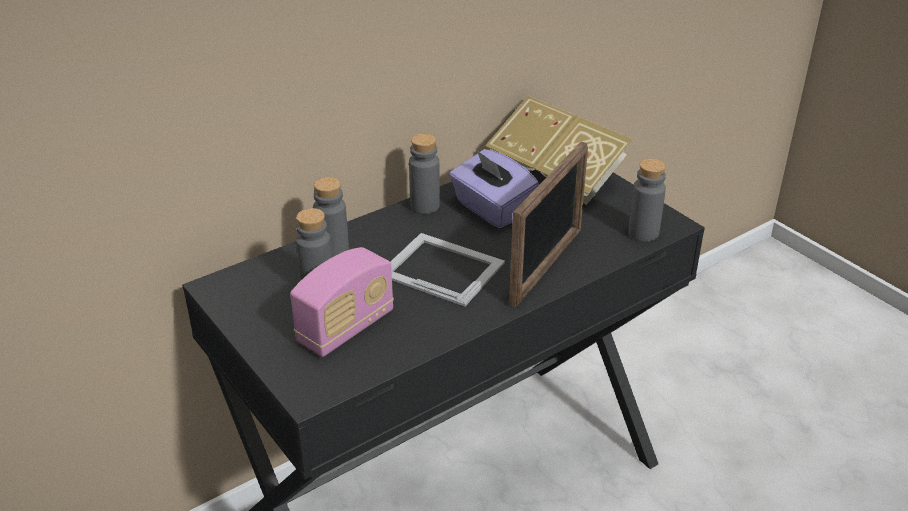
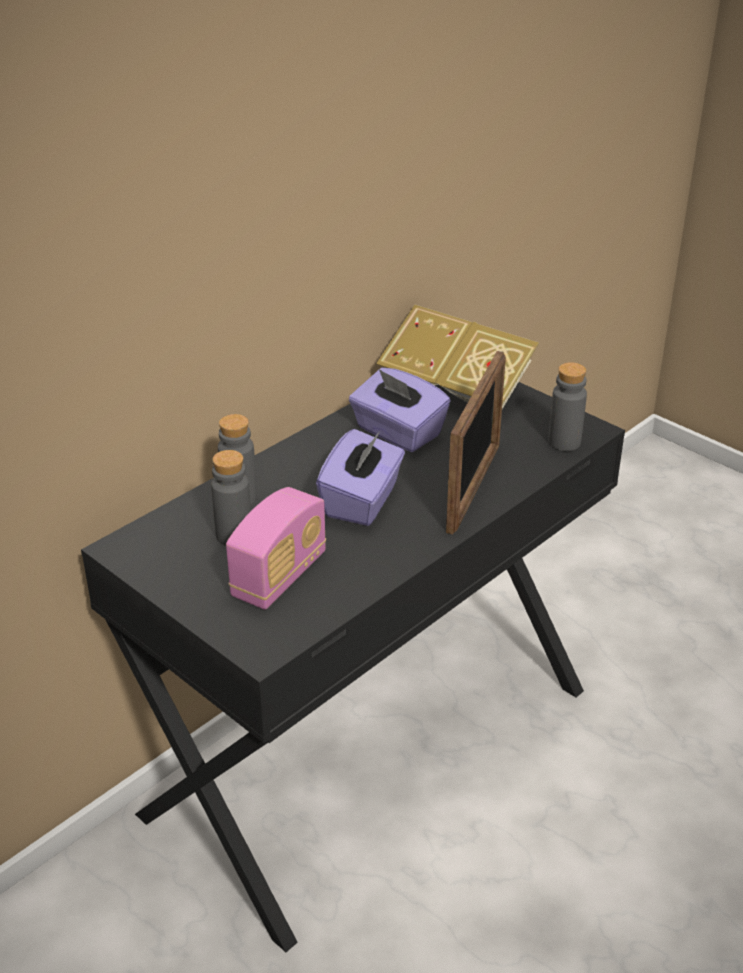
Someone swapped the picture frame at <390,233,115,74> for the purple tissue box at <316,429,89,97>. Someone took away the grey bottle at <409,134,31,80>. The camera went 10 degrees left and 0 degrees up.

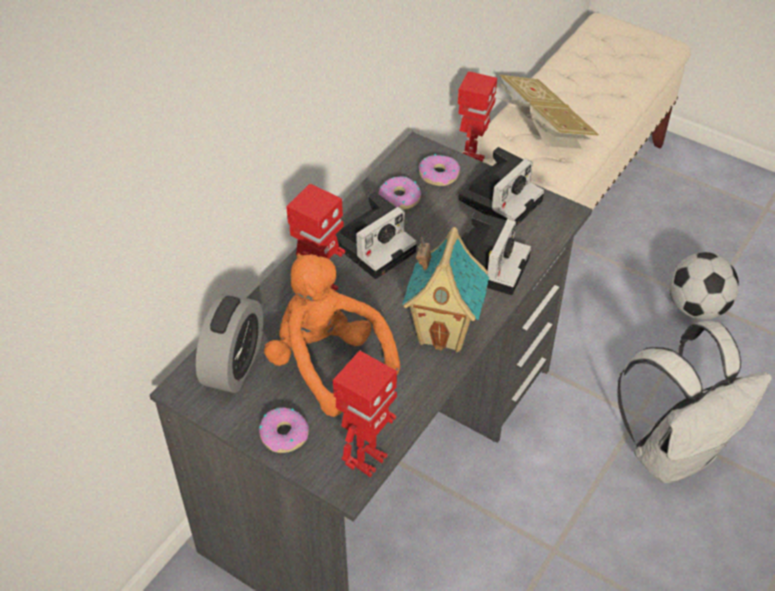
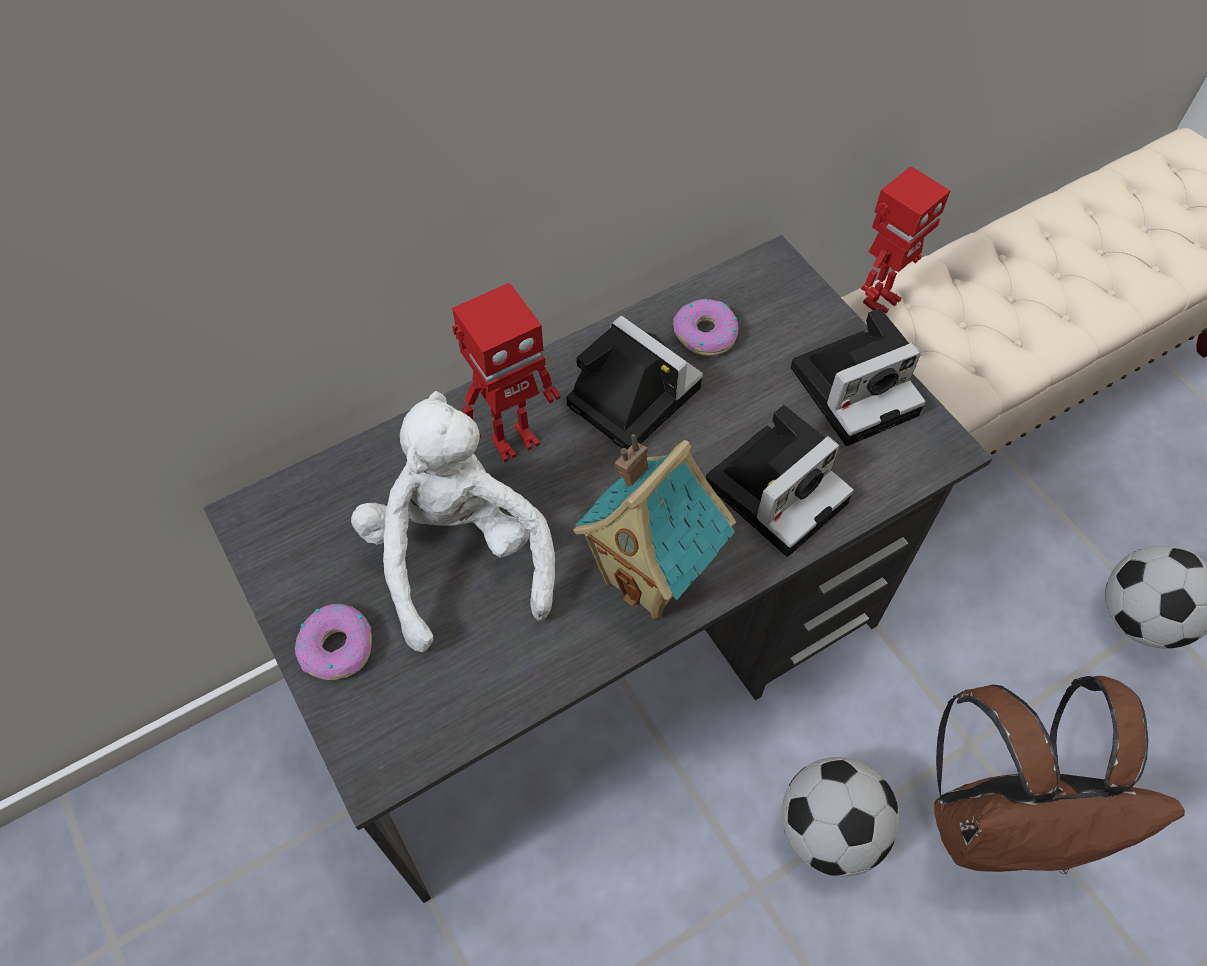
Someone repainted the orange plush toy at <264,253,136,164>, which became the white plush toy at <351,391,204,261>. Someone rotated the photo camera at <336,192,81,87> by 120 degrees counterclockwise. Someone put down the football at <782,757,117,120>. Someone repainted the white backpack at <617,321,155,162>, which became the brown backpack at <934,676,251,199>. Someone took away the alarm clock at <196,293,67,100>. Someone took away the toy robot at <333,350,64,127>. Someone took away the donut at <418,154,42,32>. Someone took away the book at <497,75,102,74>. The camera went 25 degrees right and 10 degrees up.

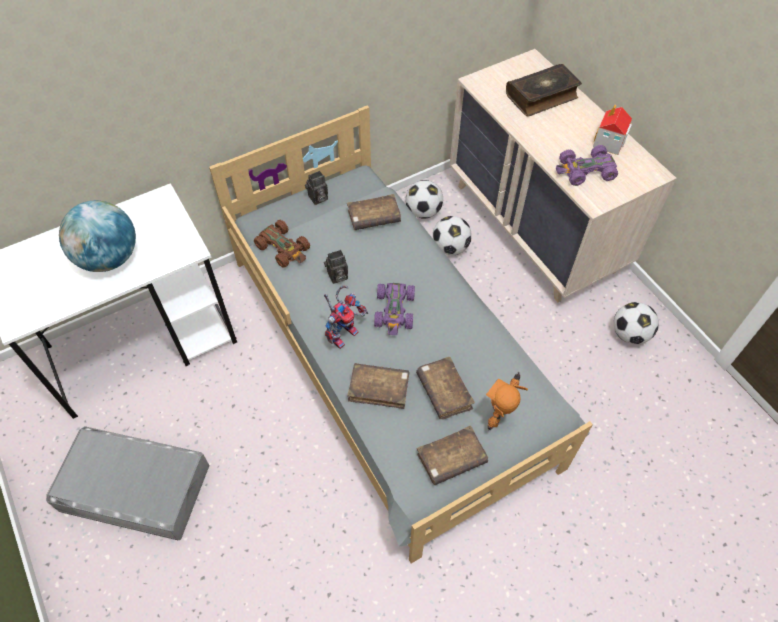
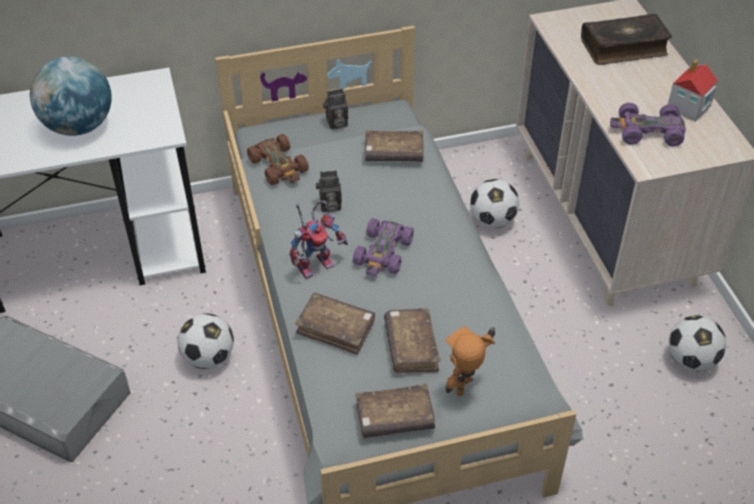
Someone carried the football from <406,180,37,39> to <177,313,57,56>. The camera went 15 degrees right and 10 degrees down.

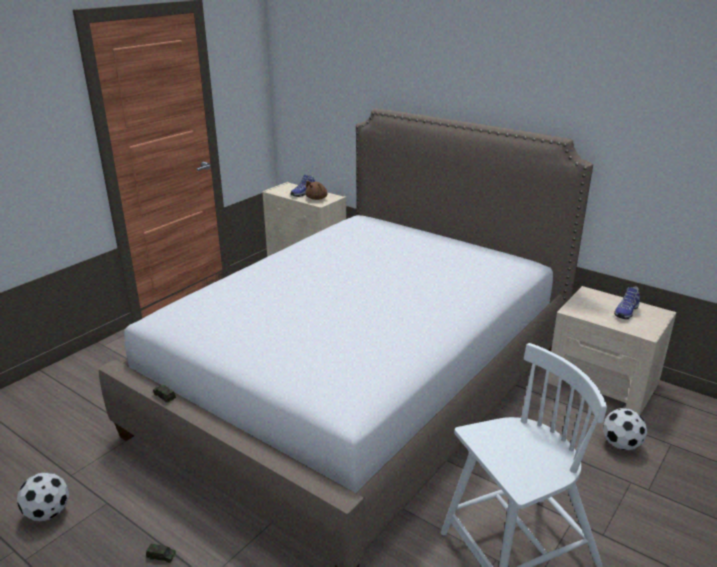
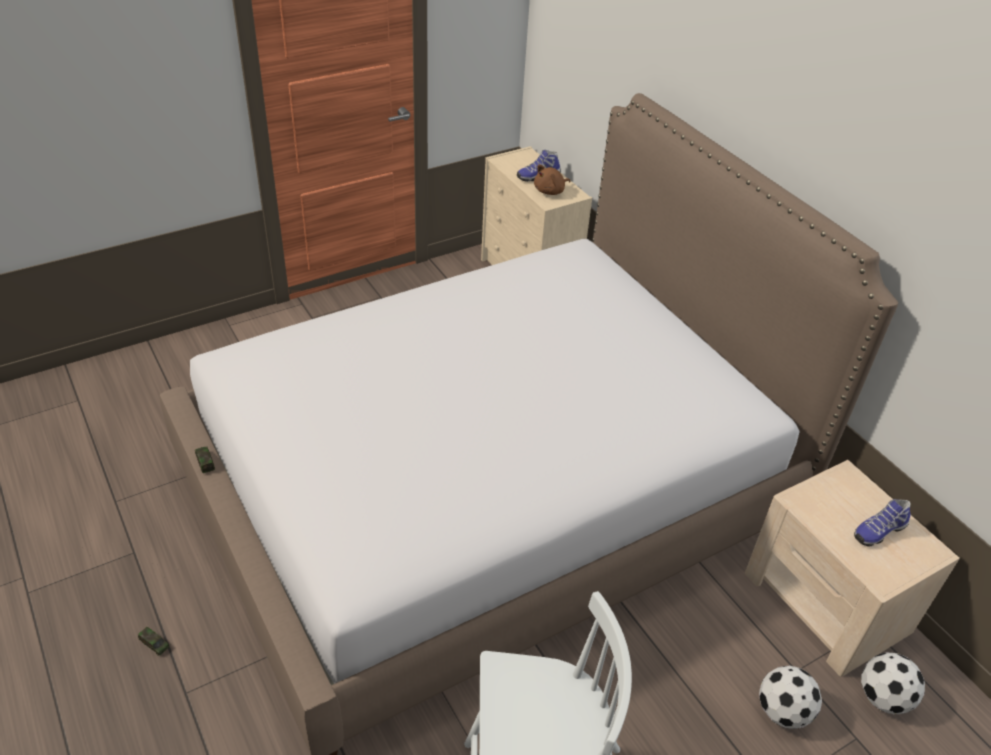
Someone carried the football from <17,472,52,49> to <861,653,64,61>. The camera went 20 degrees right and 15 degrees up.

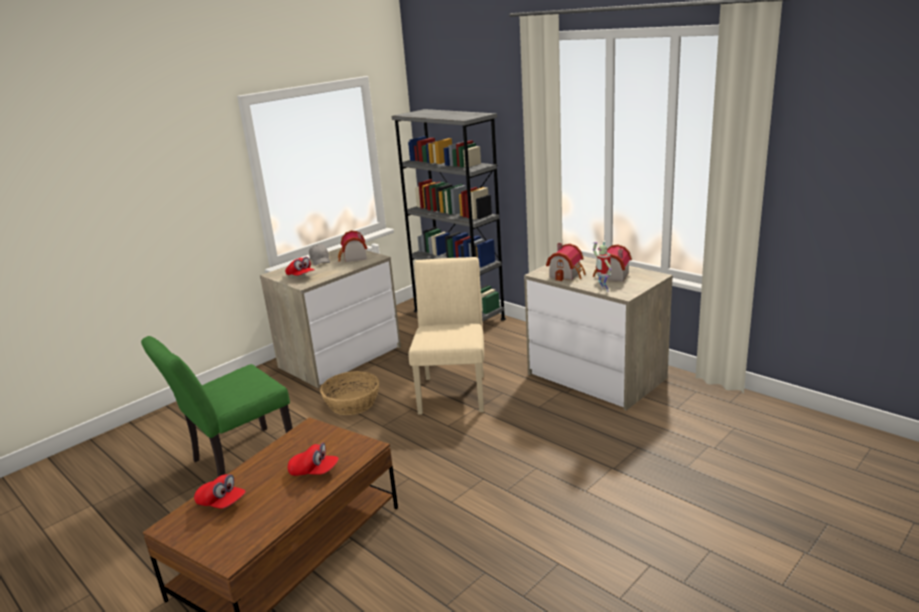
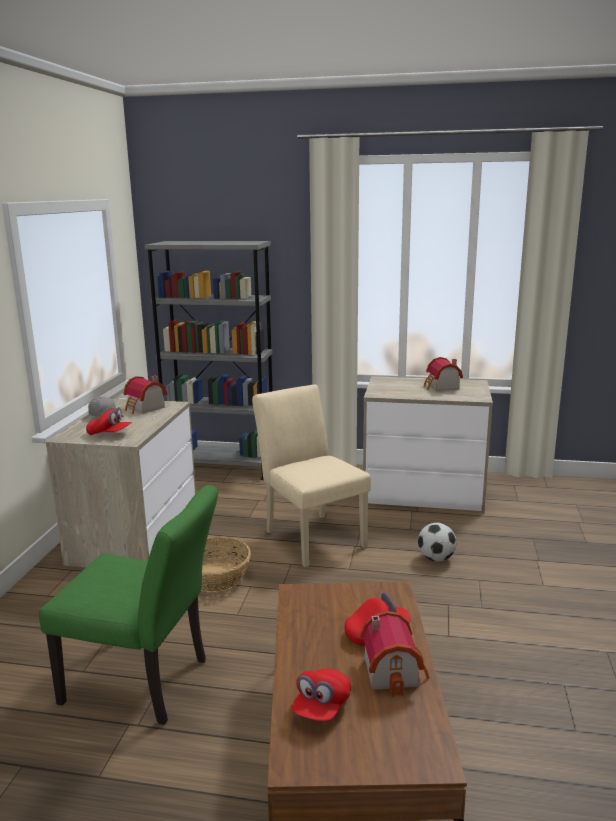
Someone rotated the green chair at <141,336,152,141> by 90 degrees counterclockwise. Someone rotated the red cap at <194,474,52,35> by 120 degrees clockwise. Someone carried the toy house from <546,243,40,38> to <361,611,69,86>. Someone put down the football at <418,523,39,39>. Someone took away the toy robot at <592,241,19,51>. The camera went 35 degrees left and 5 degrees down.

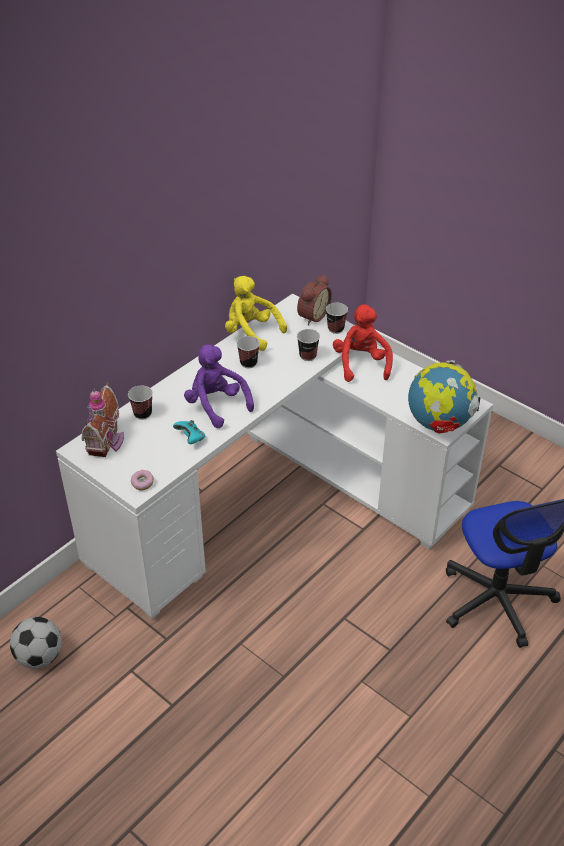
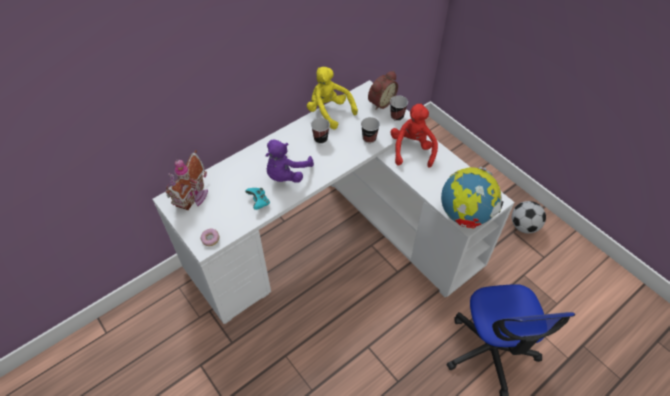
Someone rotated the purple plush toy at <184,344,70,84> by 120 degrees counterclockwise. Someone carried the football from <10,617,52,52> to <512,201,34,32>. Someone took away the cup at <128,385,25,35>. The camera went 10 degrees right and 10 degrees up.

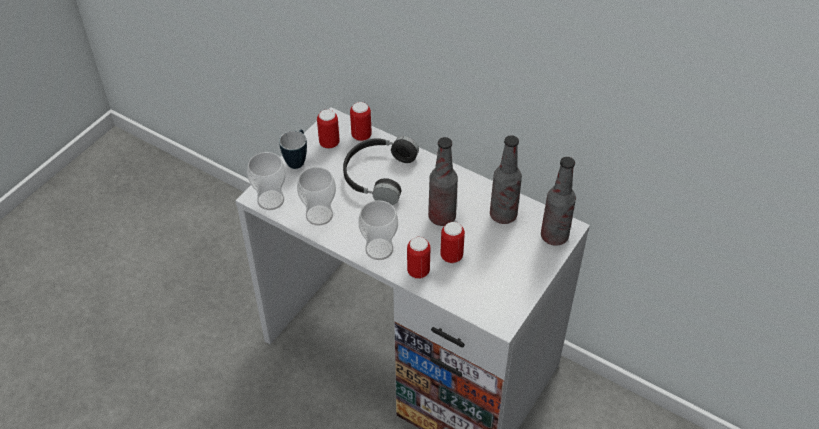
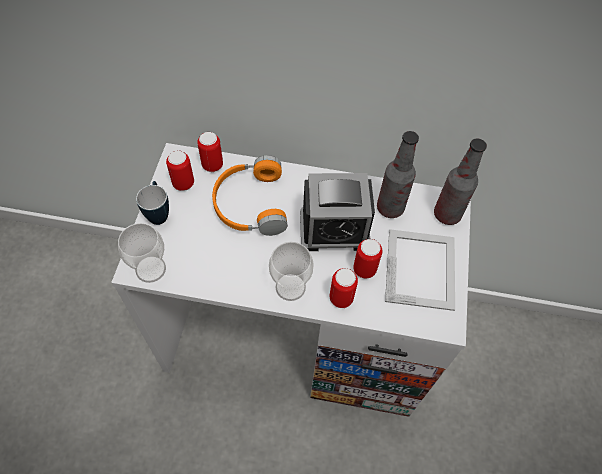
Someone repainted the black headphones at <343,136,76,69>, which became the orange headphones at <212,155,76,81>. Someone swapped the bottle at <428,137,30,89> for the alarm clock at <300,173,75,78>. Someone put down the picture frame at <385,229,70,82>. Someone took away the cup at <297,167,39,59>. The camera went 25 degrees left and 10 degrees up.

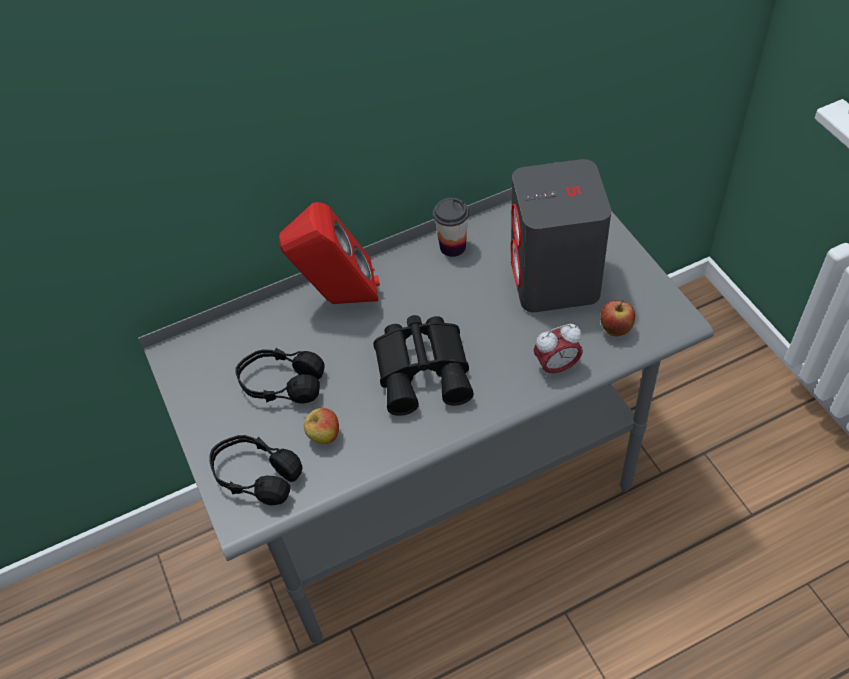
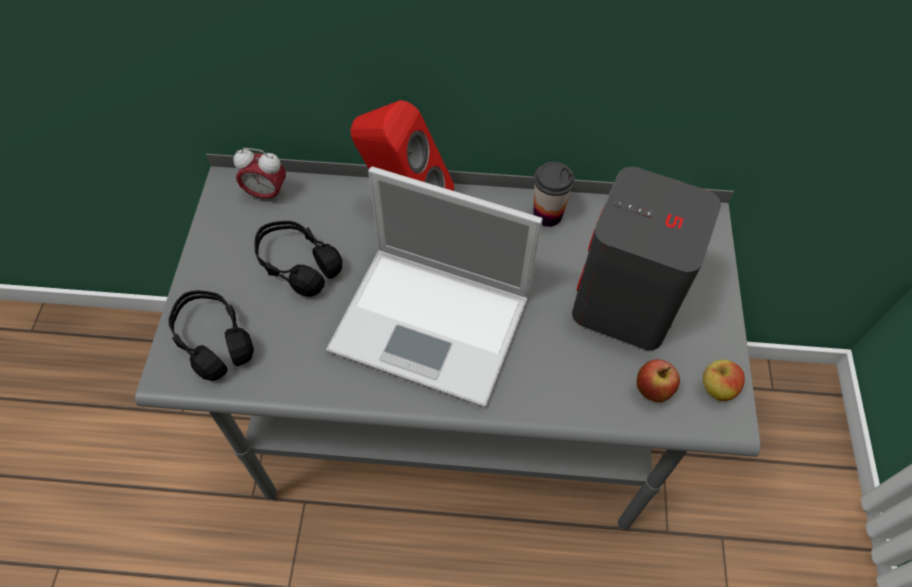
Someone carried the alarm clock from <534,324,49,54> to <233,148,53,54>. Someone swapped the black binoculars at <373,315,101,101> for the laptop at <326,166,217,241>. Someone carried the apple from <303,408,36,37> to <703,359,42,42>. The camera went 25 degrees right and 5 degrees up.

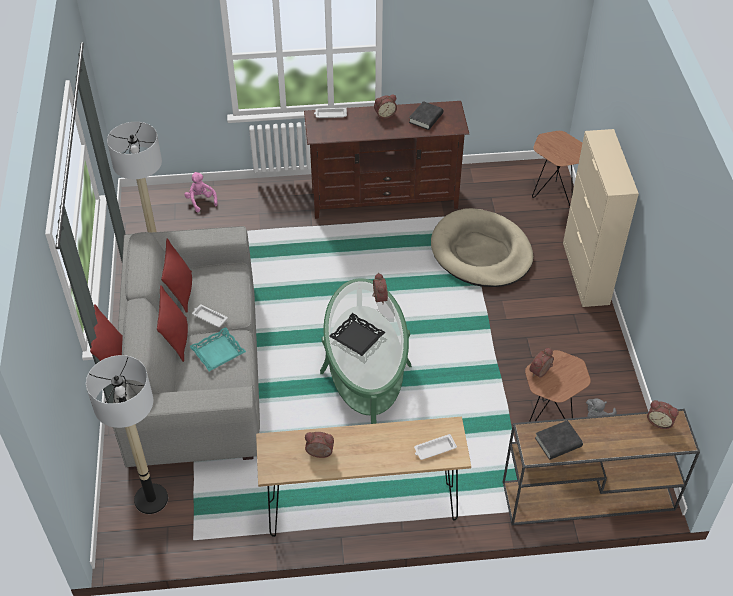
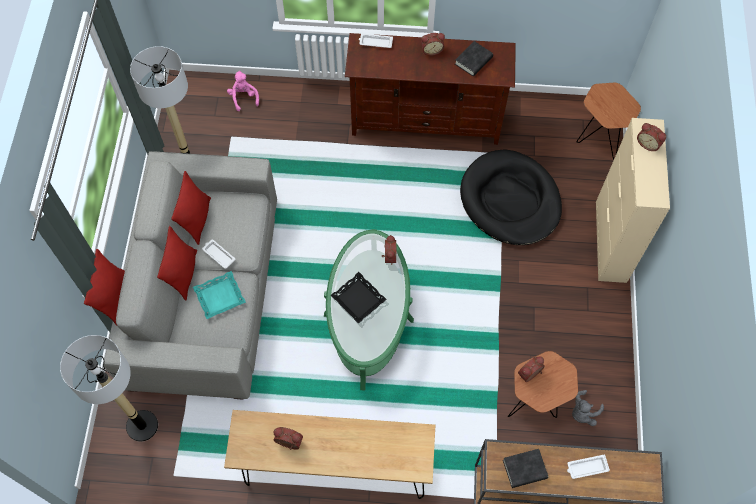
Someone repainted the beige dog bed at <431,208,102,79>, which became the black dog bed at <460,149,102,96>. Someone carried the white tray from <414,434,43,26> to <567,455,43,24>. Someone carried the alarm clock from <647,400,32,29> to <637,123,29,28>. The camera went 10 degrees right and 15 degrees up.

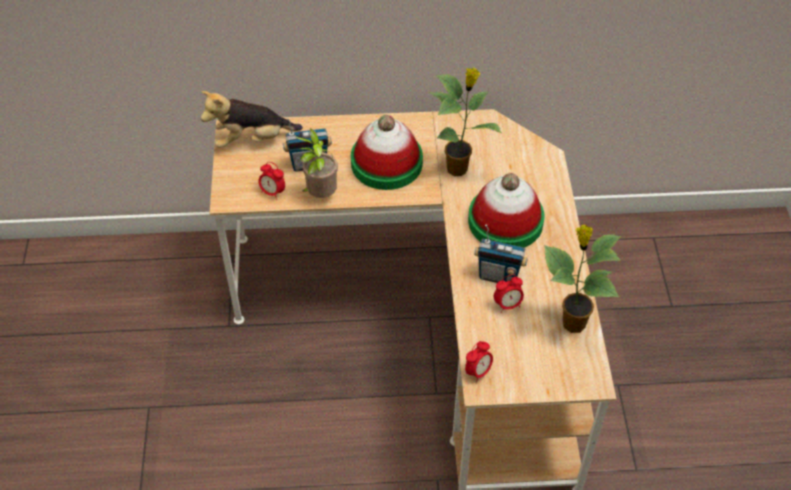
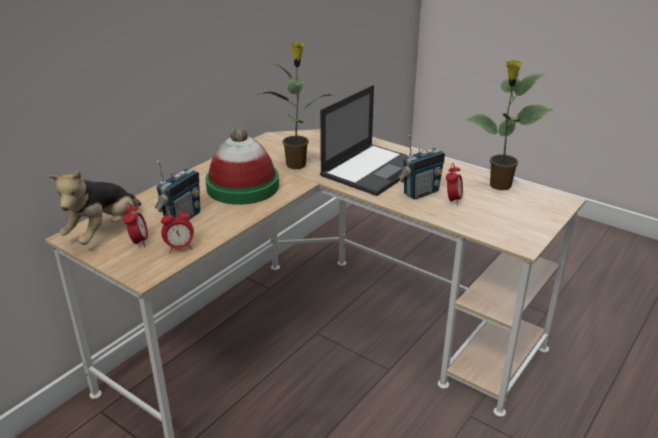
Someone carried the alarm clock from <465,341,28,42> to <123,202,25,45>. Someone swapped the hat at <468,173,77,75> for the laptop at <320,85,87,111>. Someone took away the potted plant at <294,129,44,69>. The camera went 50 degrees left and 20 degrees down.

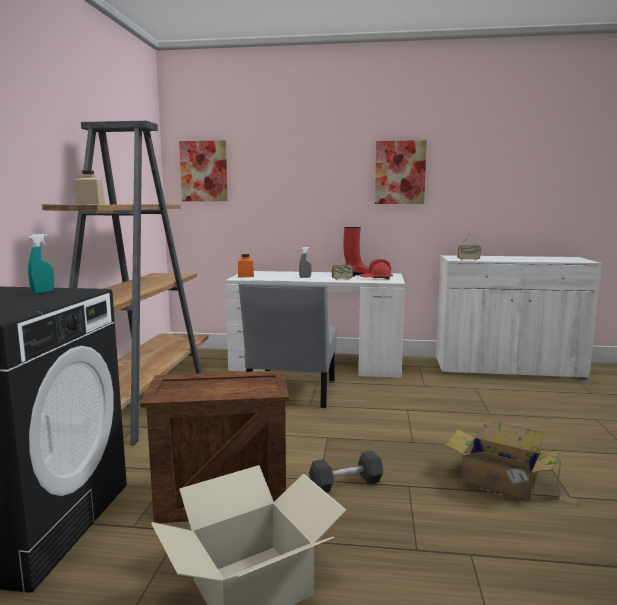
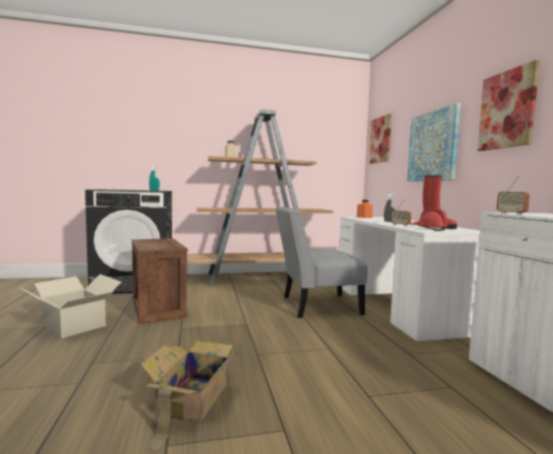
Someone put up the picture at <407,103,54,79>. Someone took away the grey dumbbell at <309,450,74,43>. The camera went 70 degrees right and 5 degrees down.

